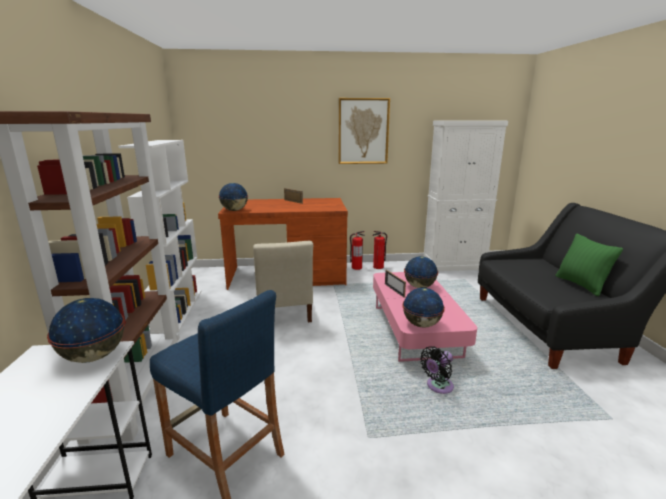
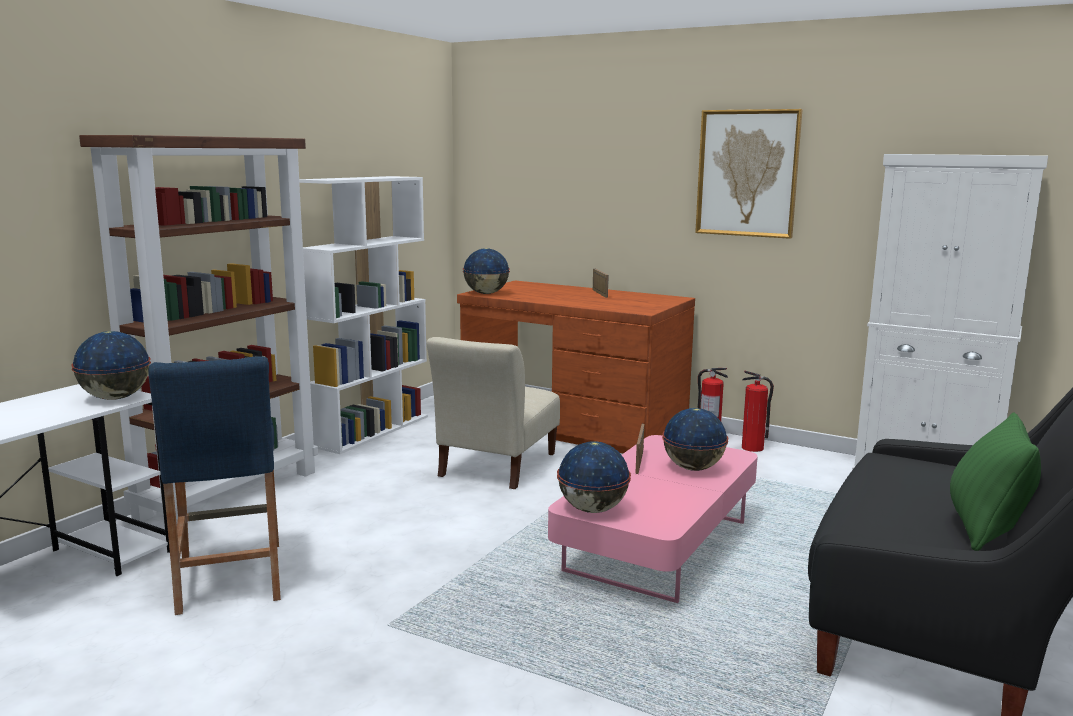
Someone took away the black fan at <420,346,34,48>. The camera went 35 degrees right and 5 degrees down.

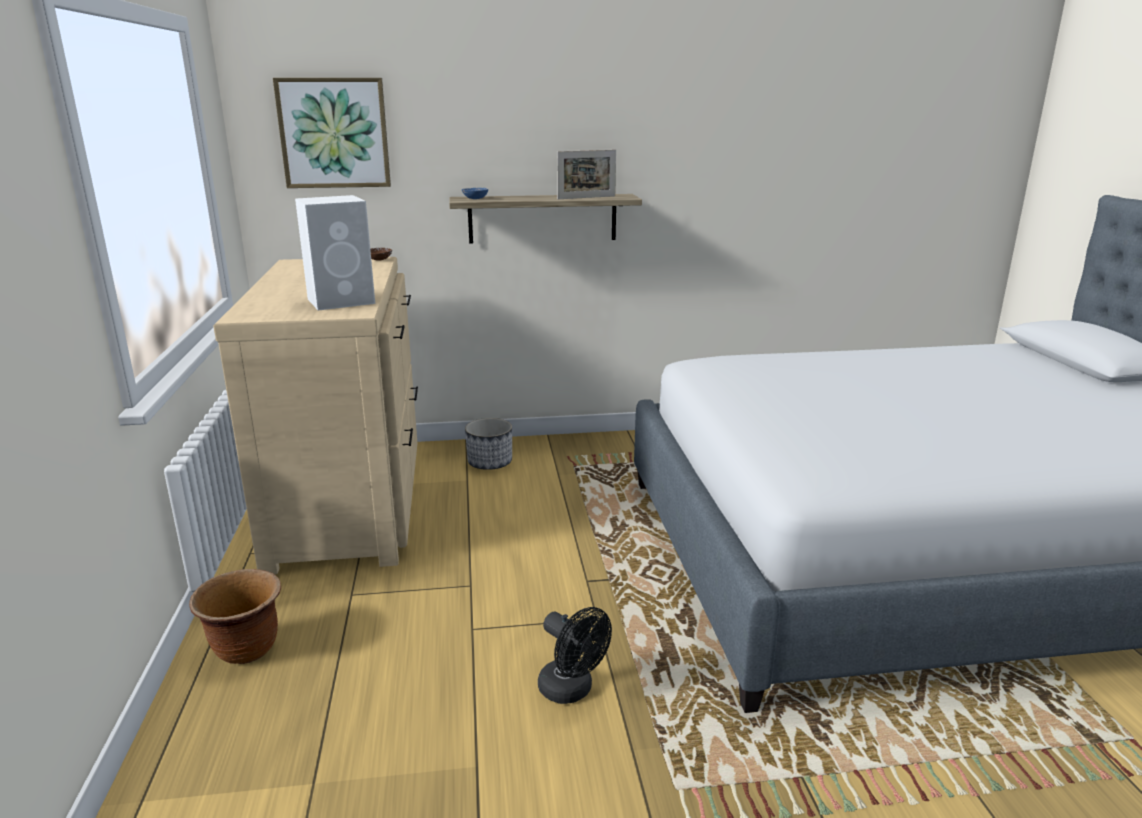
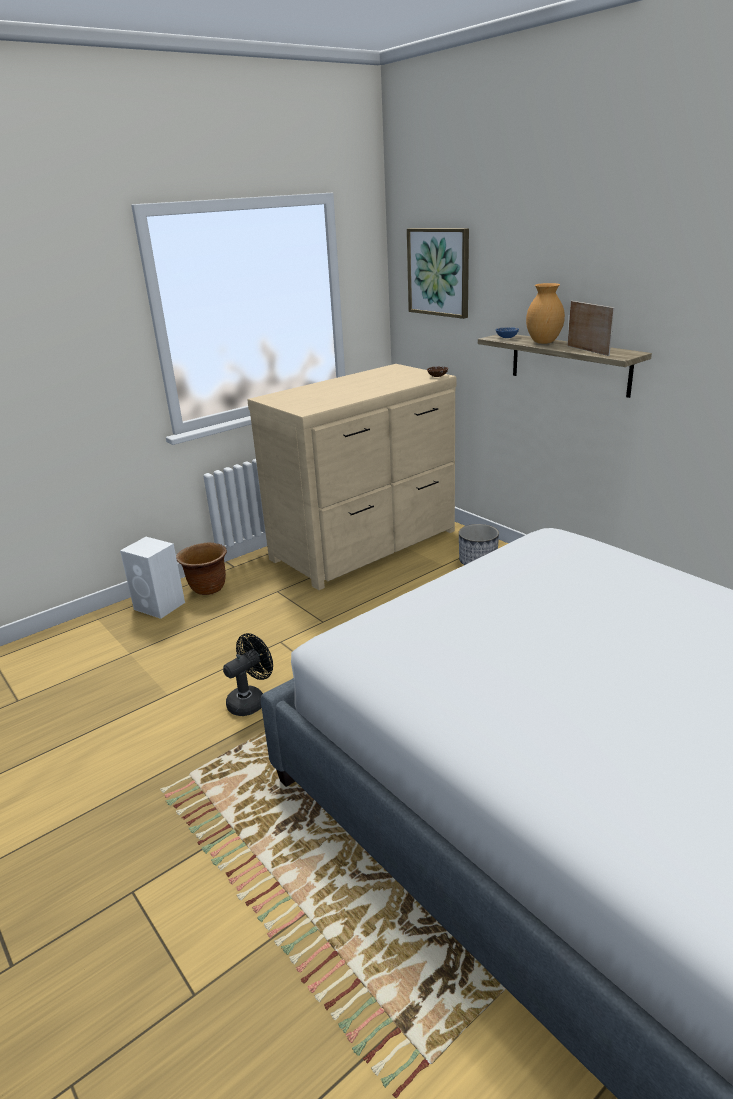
Someone carried the white speaker from <295,195,80,115> to <120,537,65,82>. Someone rotated the black fan at <538,607,74,97> by 150 degrees counterclockwise. Someone put down the brown vase at <526,283,39,61>. Someone rotated the picture frame at <557,149,59,50> by 150 degrees counterclockwise. The camera went 60 degrees right and 5 degrees up.

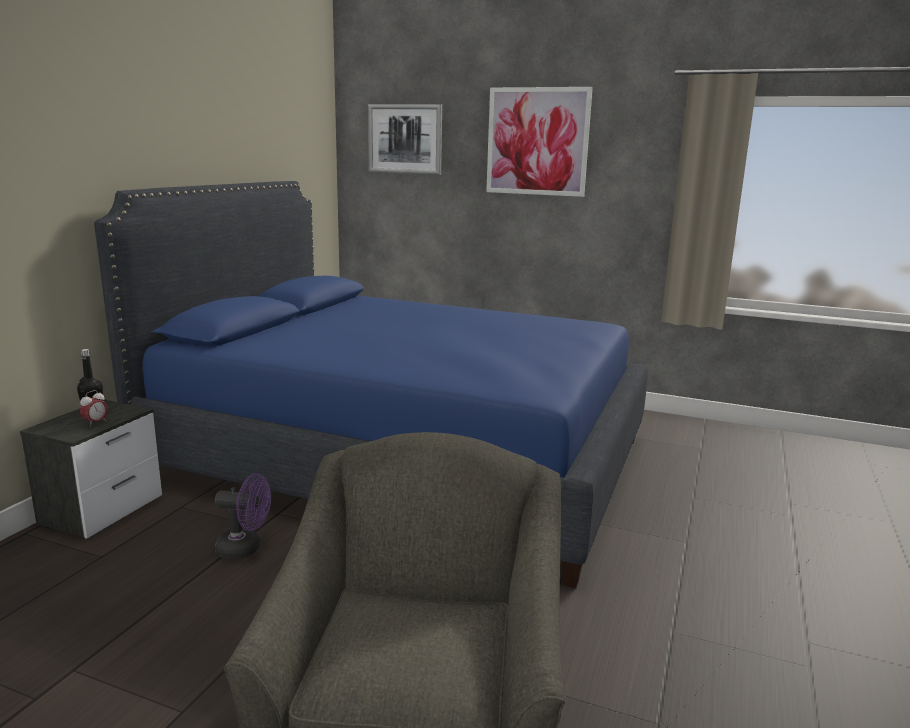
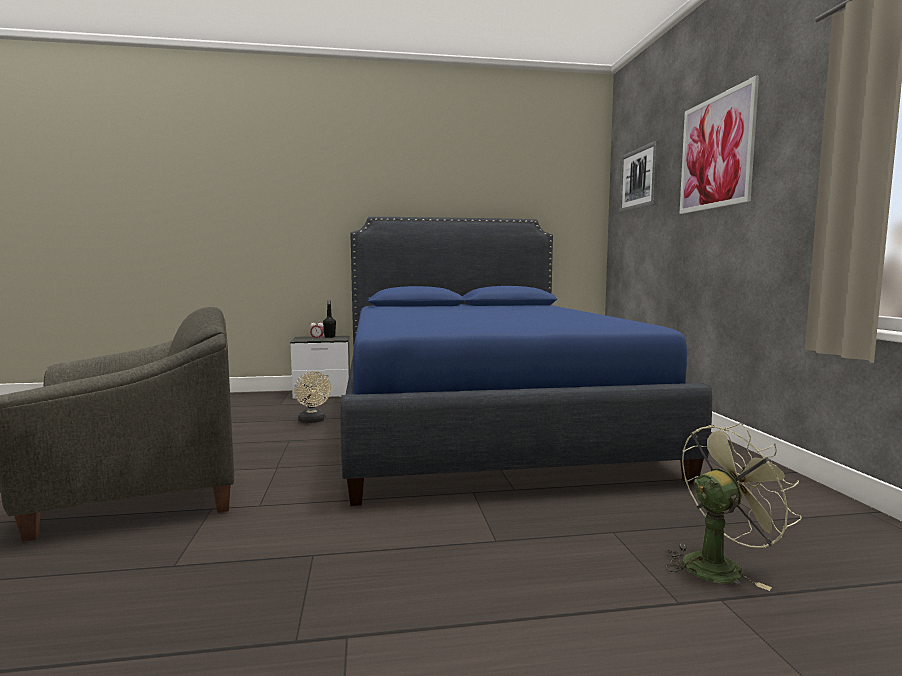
Someone repainted the purple fan at <215,474,56,85>, which became the beige fan at <294,371,37,52>. Someone put down the green fan at <665,423,137,168>. The camera went 60 degrees right and 10 degrees down.

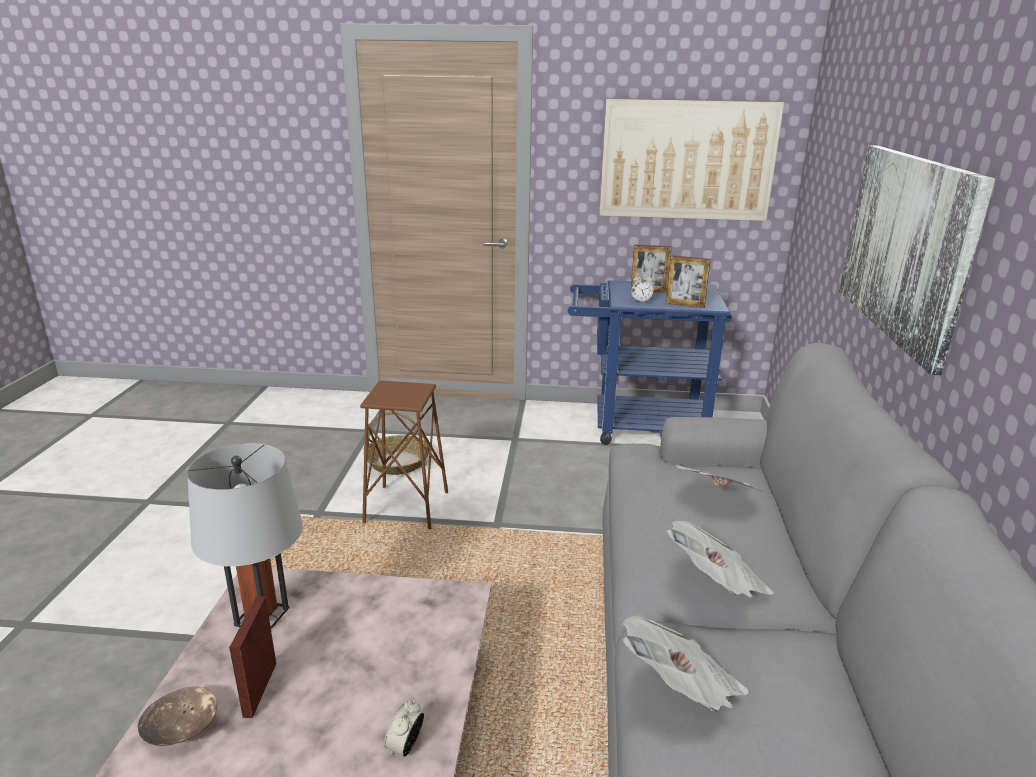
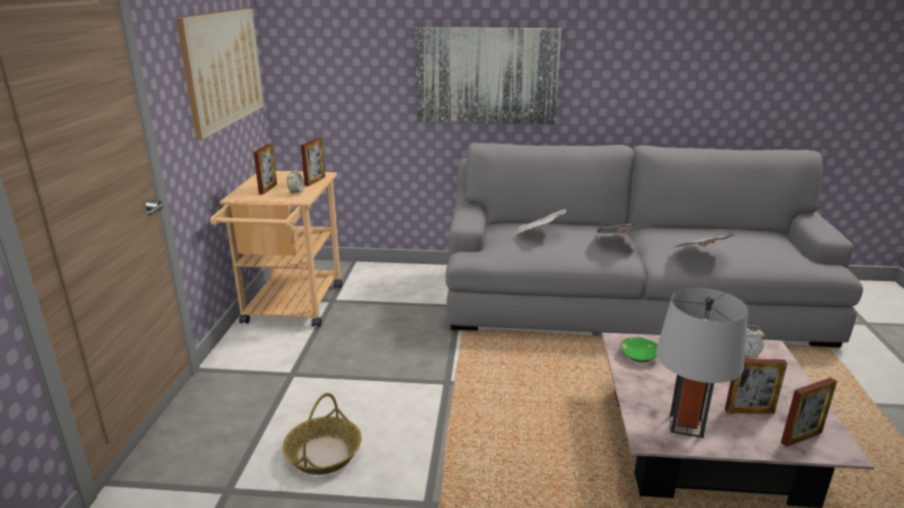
Someone repainted the blue cart at <568,280,163,165>, which became the beige cart at <210,171,132,156>. Someone put down the green bowl at <620,337,38,26>. Someone swapped the brown bowl at <138,687,79,59> for the picture frame at <781,378,56,69>. Someone took away the brown stool at <360,380,88,149>. The camera went 90 degrees left and 0 degrees up.

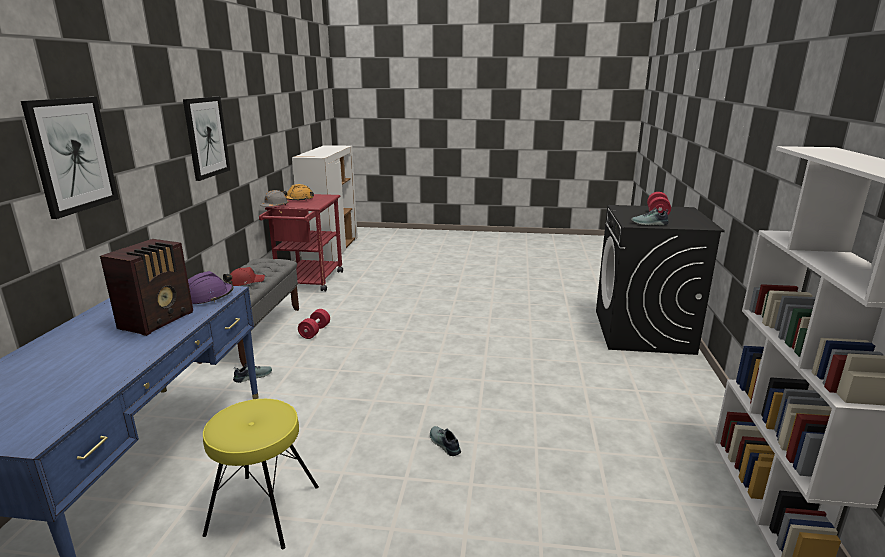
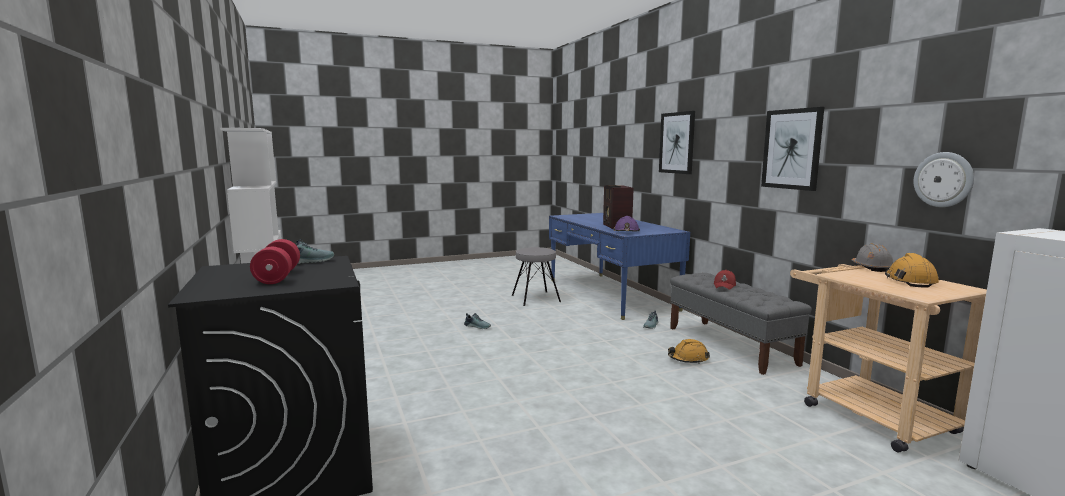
Someone repainted the yellow stool at <203,399,116,150>, which became the grey stool at <512,247,49,59>. Someone swapped the red dumbbell at <298,309,32,30> for the orange hard hat at <668,339,42,25>. Someone repainted the red cart at <259,194,84,97>, which became the beige cart at <790,264,197,188>. Someone put up the wall clock at <914,152,60,55>. The camera went 150 degrees right and 10 degrees down.

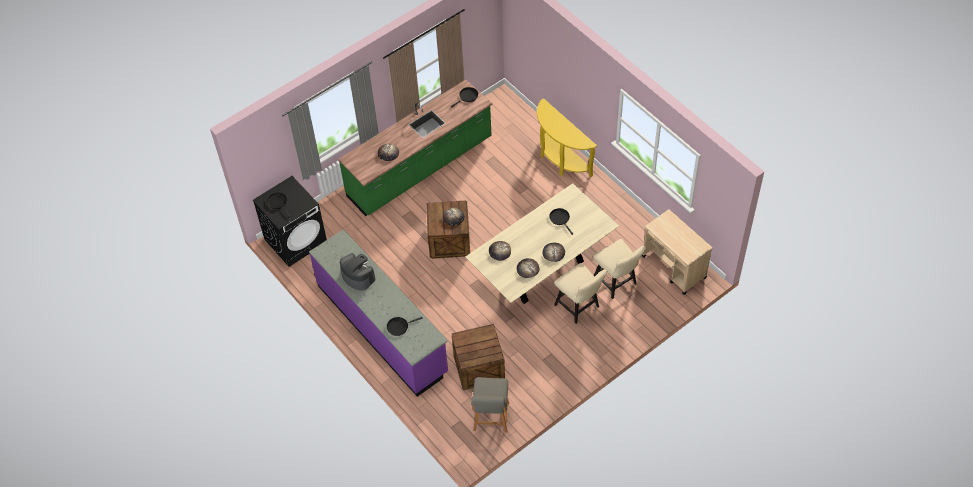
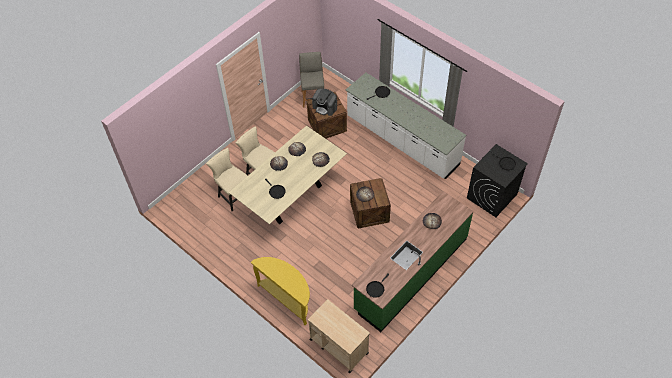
Someone carried the beige cart from <642,209,70,86> to <308,299,62,74>. Someone carried the coffee machine from <340,253,35,38> to <312,88,25,28>. Someone repainted the purple counter at <309,229,139,168>, which became the white counter at <346,72,120,107>. The camera went 170 degrees right and 0 degrees up.

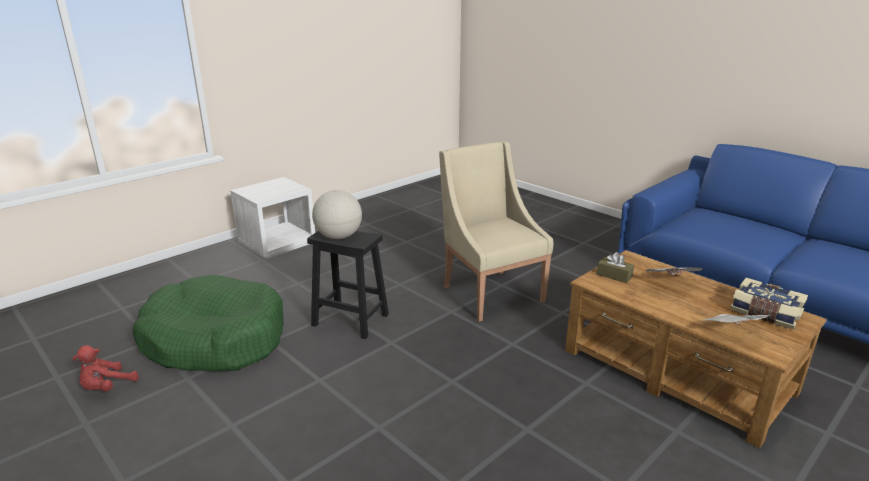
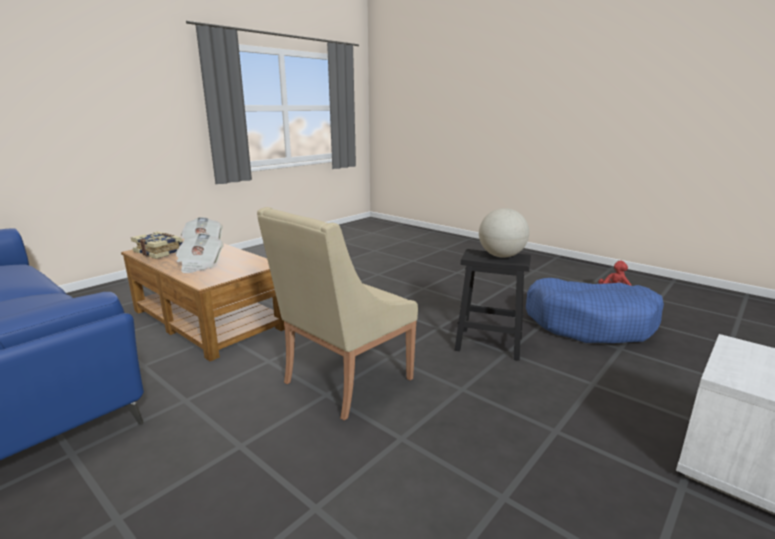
Someone rotated the beige armchair at <439,142,114,180> by 75 degrees clockwise. Someone repainted the green dog bed at <133,275,151,97>, which became the blue dog bed at <526,278,138,65>. Someone took away the brown tissue box at <597,252,37,31>. The camera went 175 degrees right and 5 degrees down.

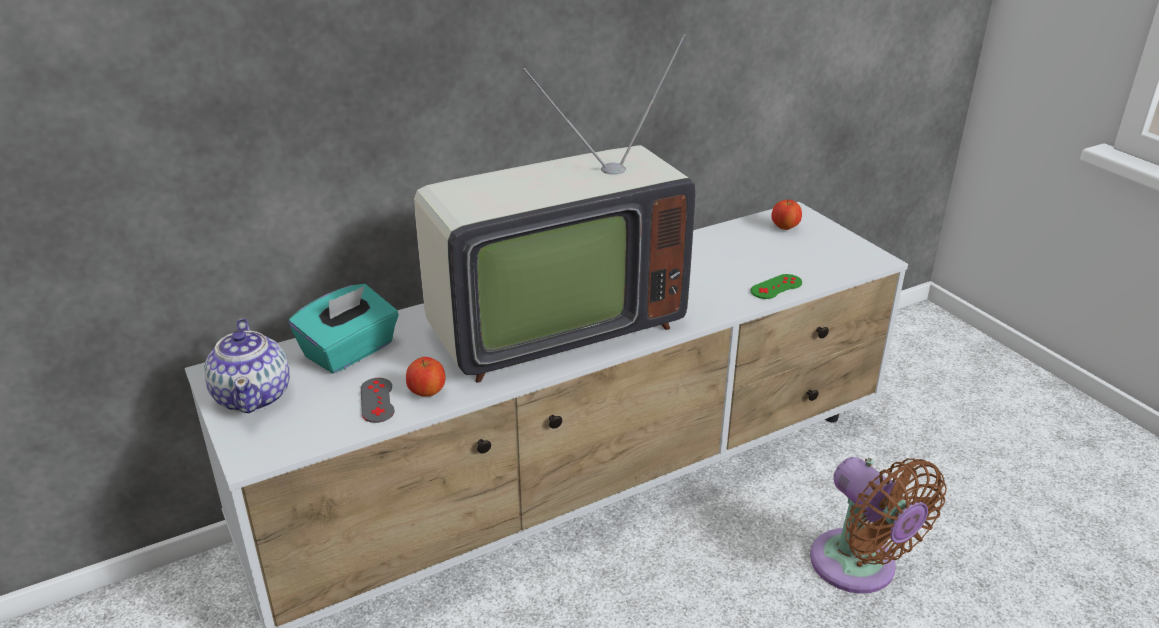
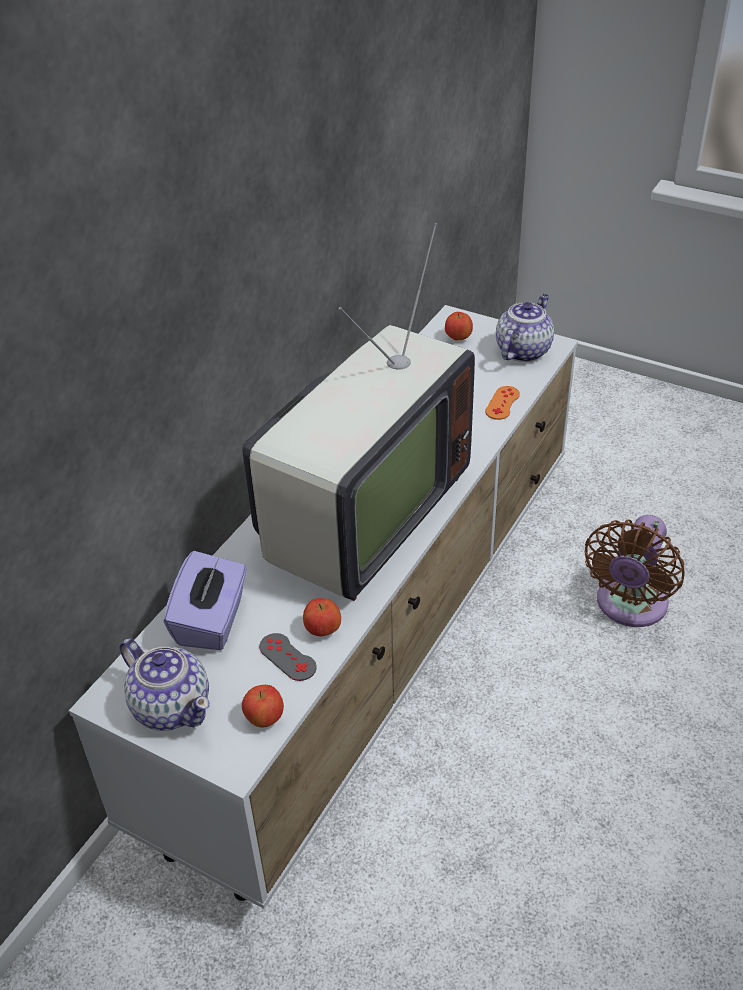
Someone repainted the turquoise tissue box at <289,284,110,90>, which became the purple tissue box at <164,551,83,99>. Someone put down the apple at <242,685,42,43>. Someone repainted the green game controller at <751,274,51,25>, which became the orange game controller at <485,386,35,34>. Someone put down the teapot at <496,294,58,68>. Someone rotated the brown fan at <810,457,137,137> by 90 degrees clockwise. The camera went 30 degrees left and 10 degrees up.

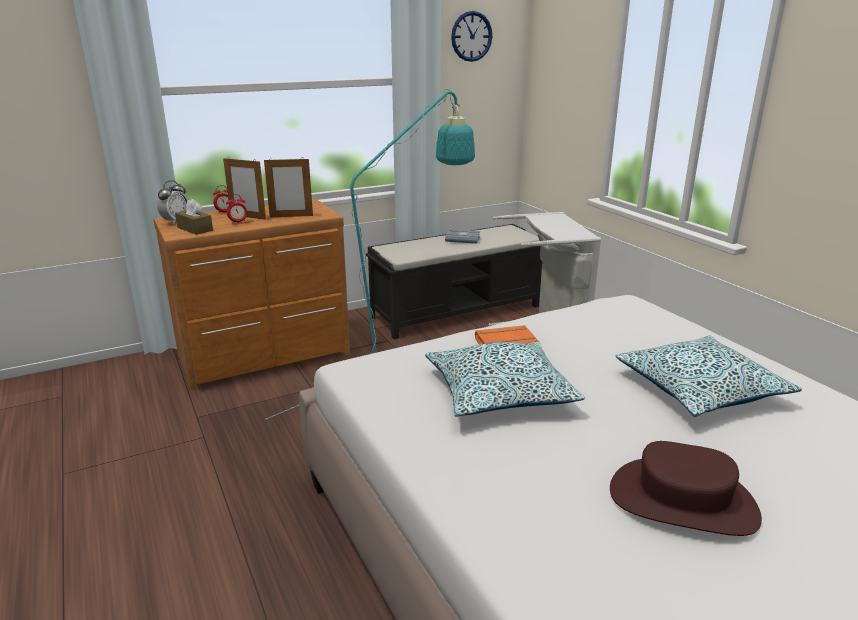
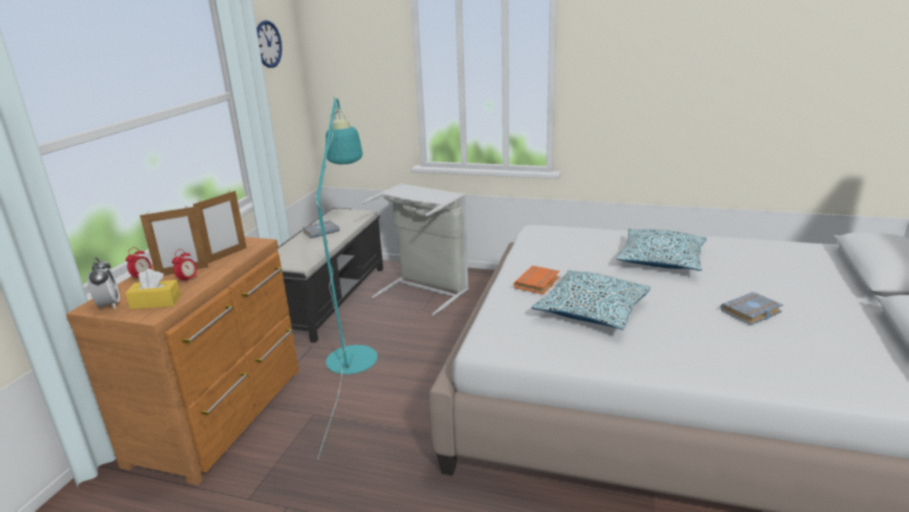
Someone repainted the brown tissue box at <175,199,38,36>, which became the yellow tissue box at <125,269,56,41>. Someone swapped the brown hat at <610,441,152,95> for the grey book at <720,292,63,33>. The camera went 45 degrees left and 0 degrees up.

